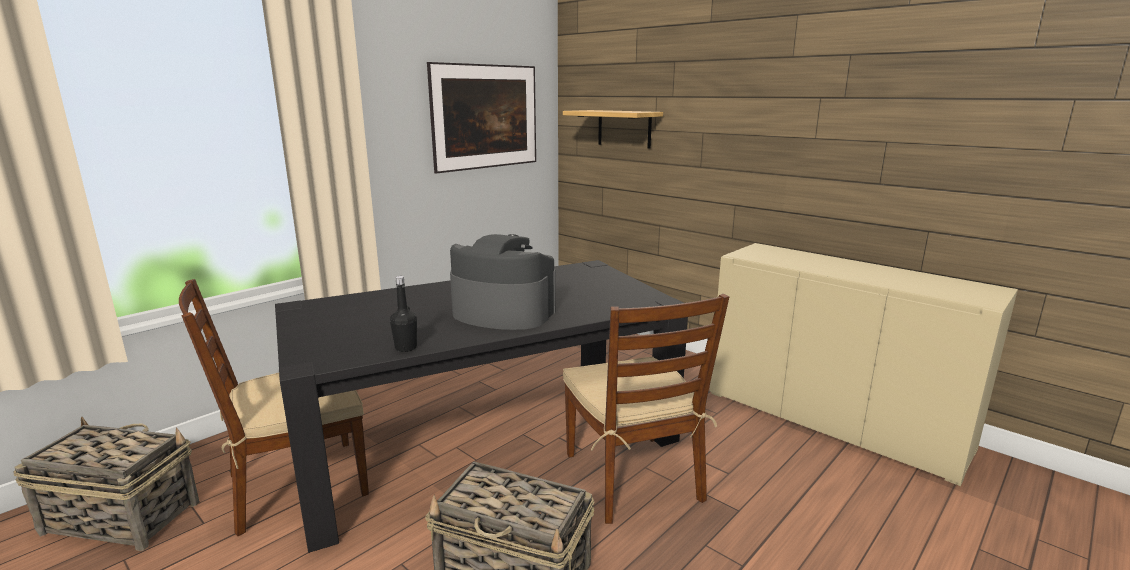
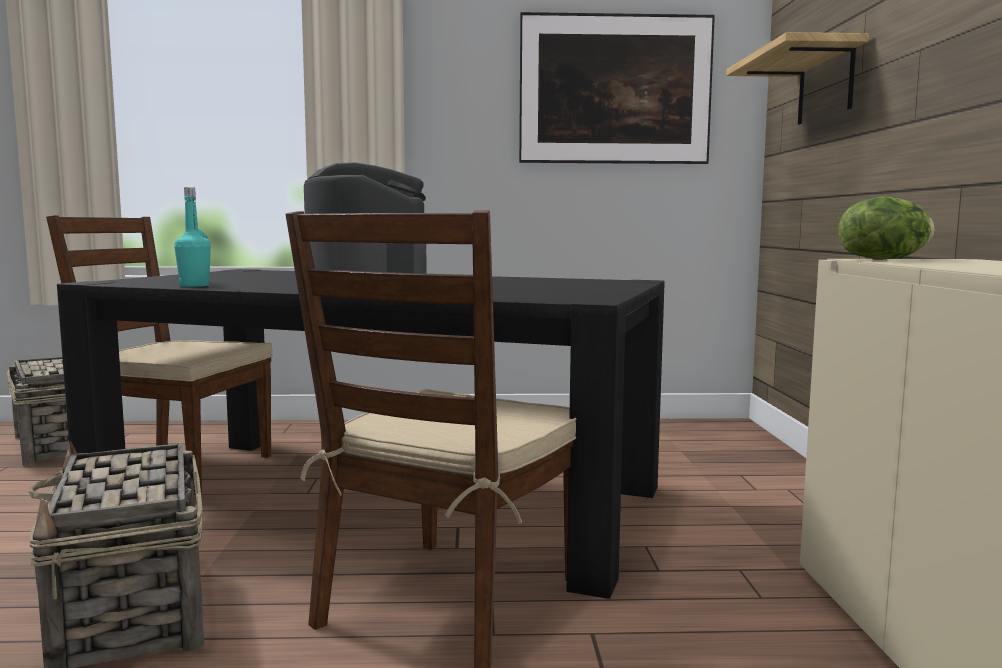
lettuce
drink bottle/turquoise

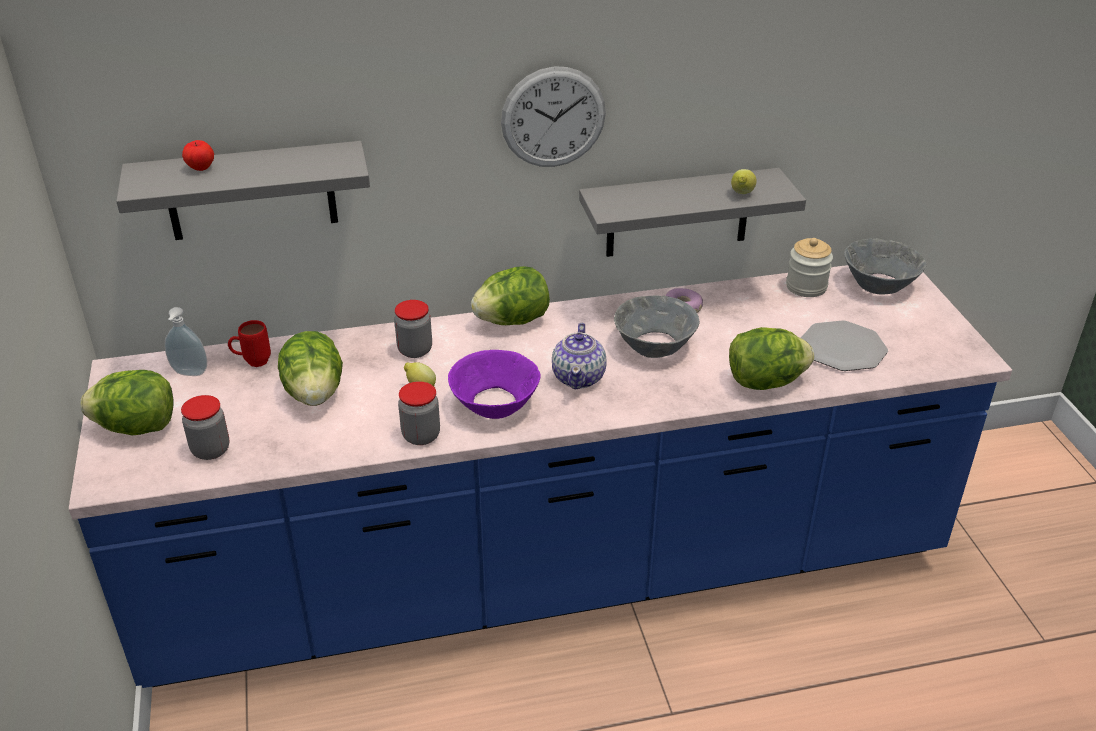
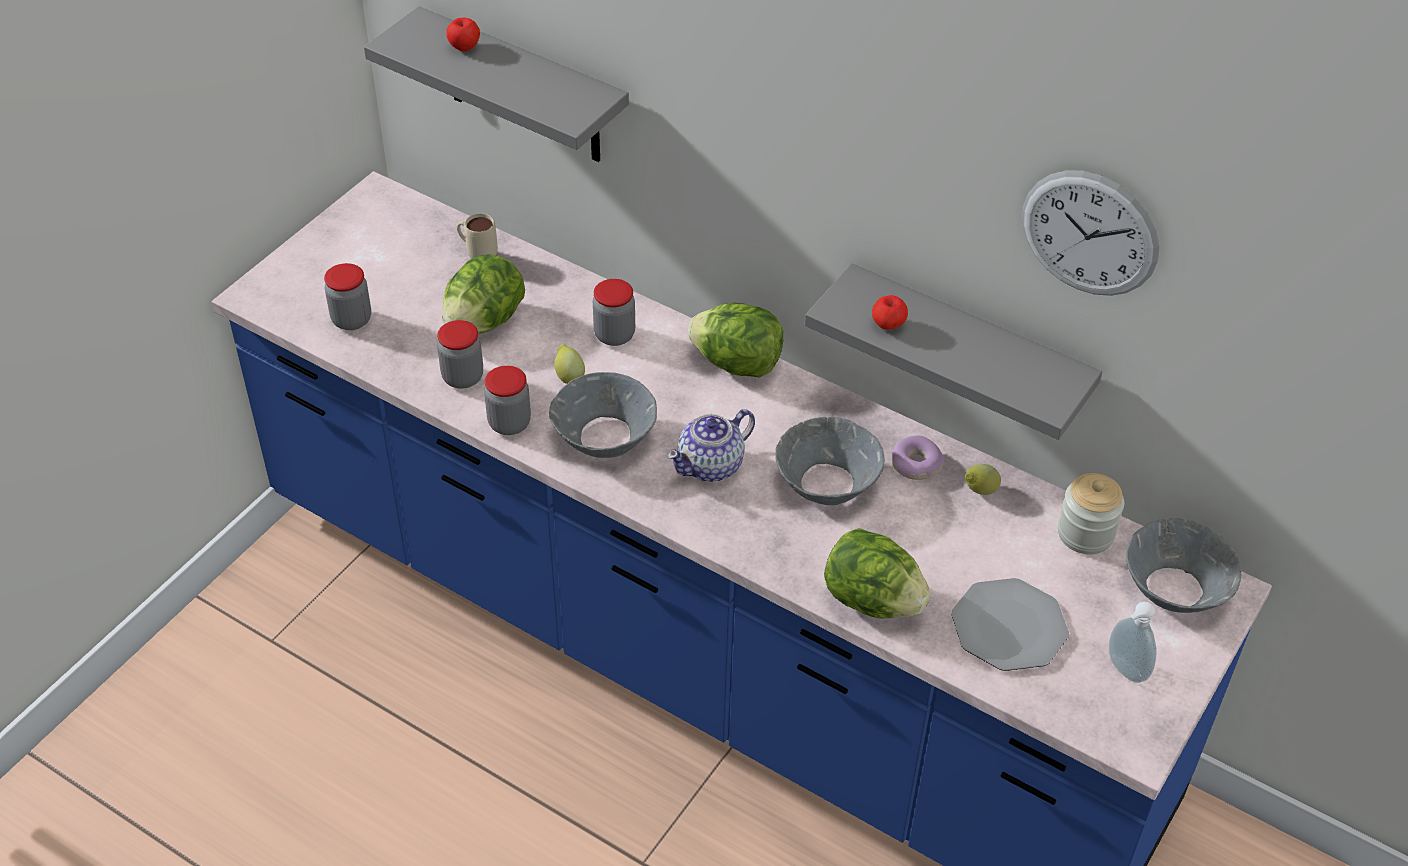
lettuce (1st from left in the first image)
preserve jar (2nd from left)
apple (2nd from left)
soap bottle
clock on the wall
citrus fruit (2nd from left)
mug/beige
serving bowl/grey (1st from left)

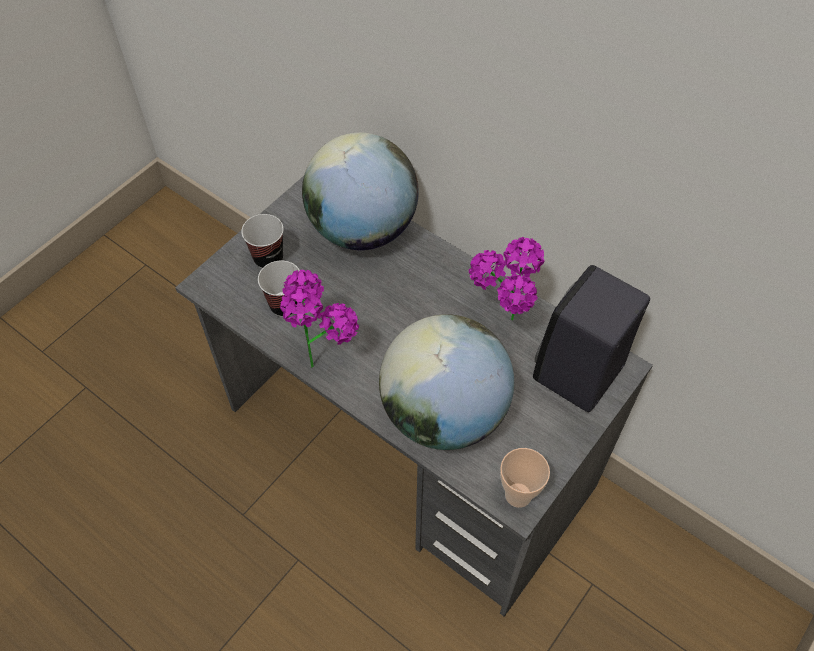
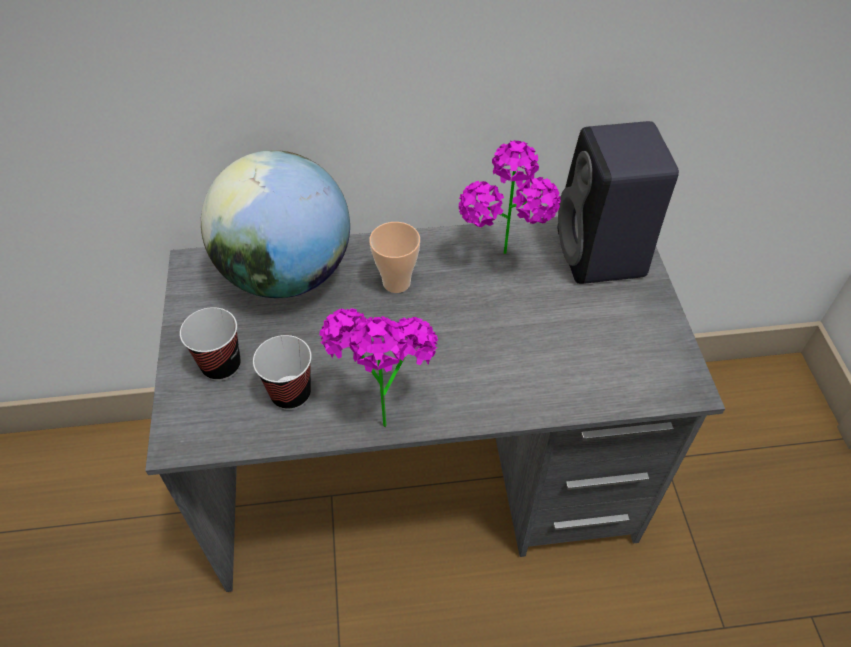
world globe (2nd from left in the first image)
cup (3rd from left)

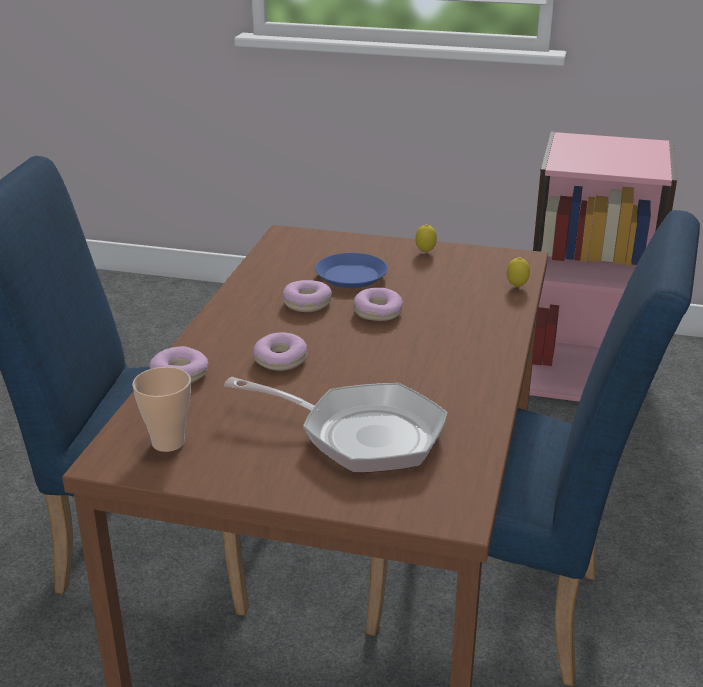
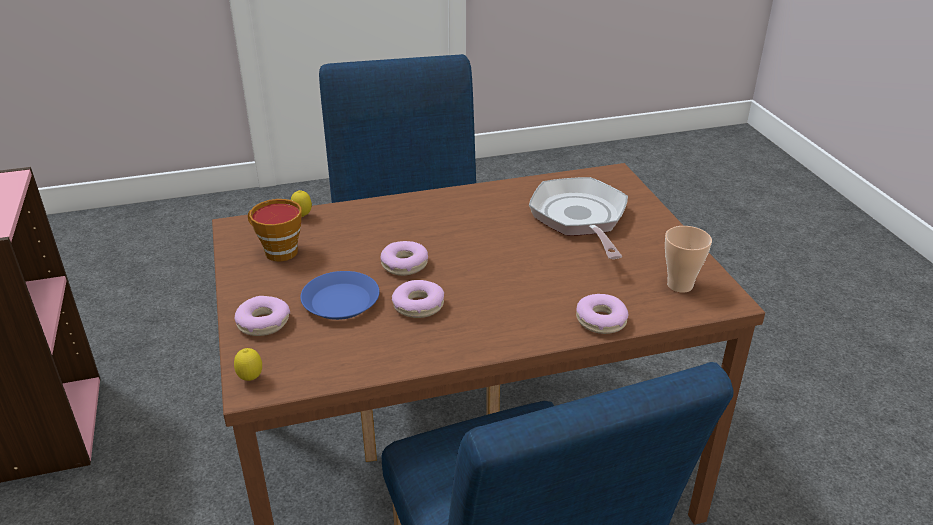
cup (1st from left)
donut (1st from left)
citrus fruit (1st from left)

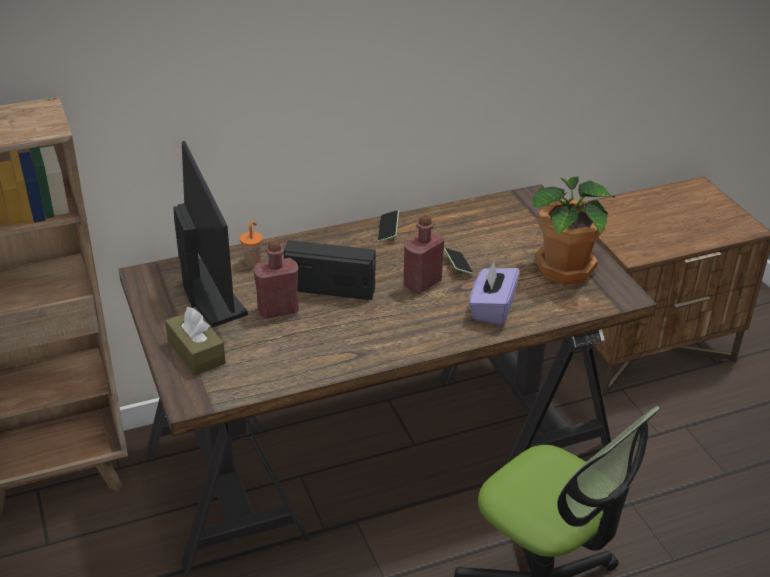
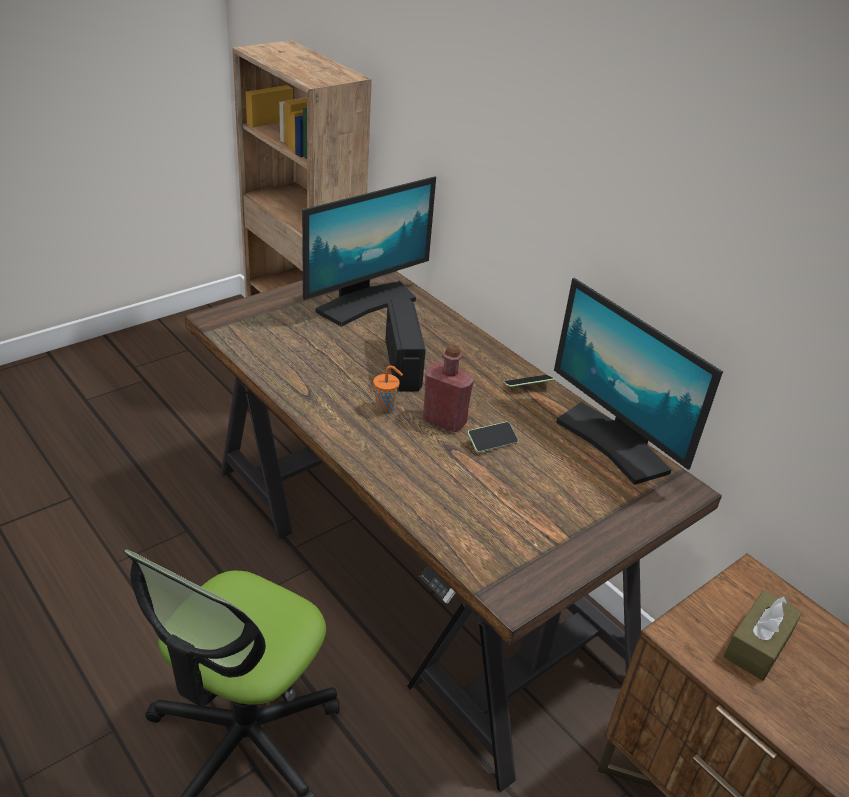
drink bottle/red-coloured (1st from left in the first image)
box of tissues/purplish
houseplant
computer display (2nd from left)
box of tissues/brown-coloured
cup/orange-coloured

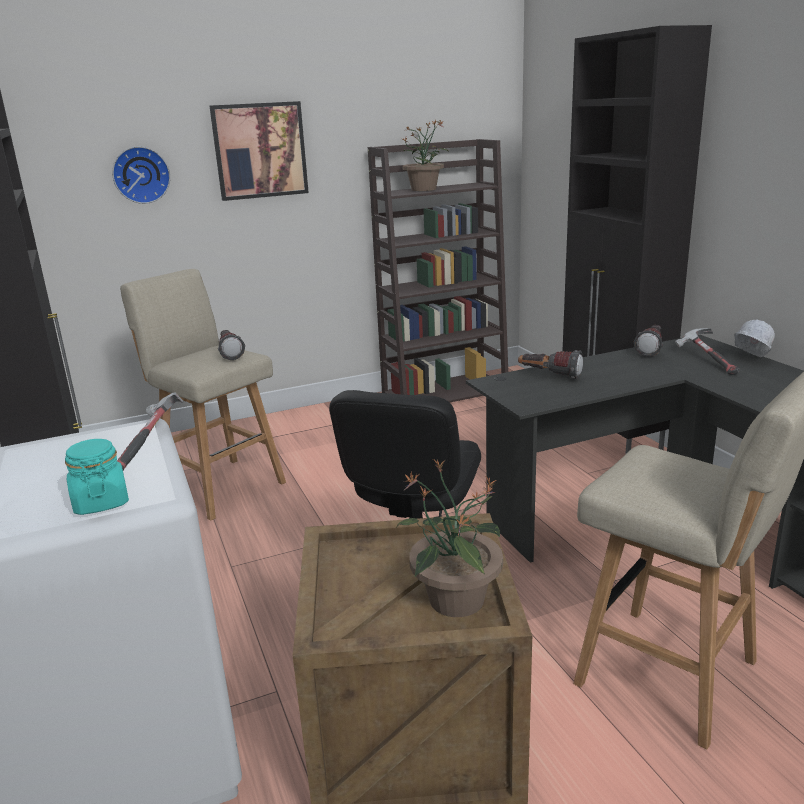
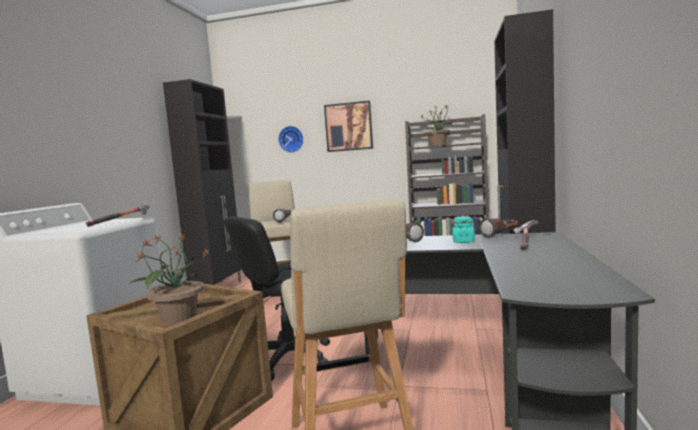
safety helmet/whitish
preserve jar/turquoise

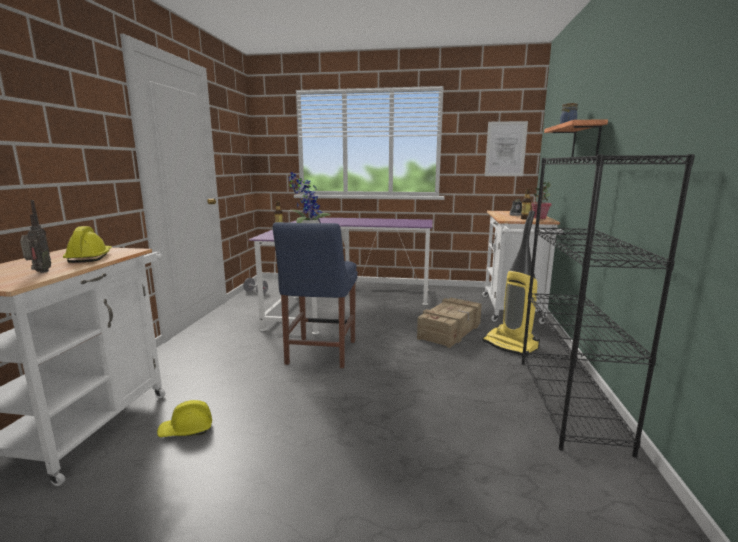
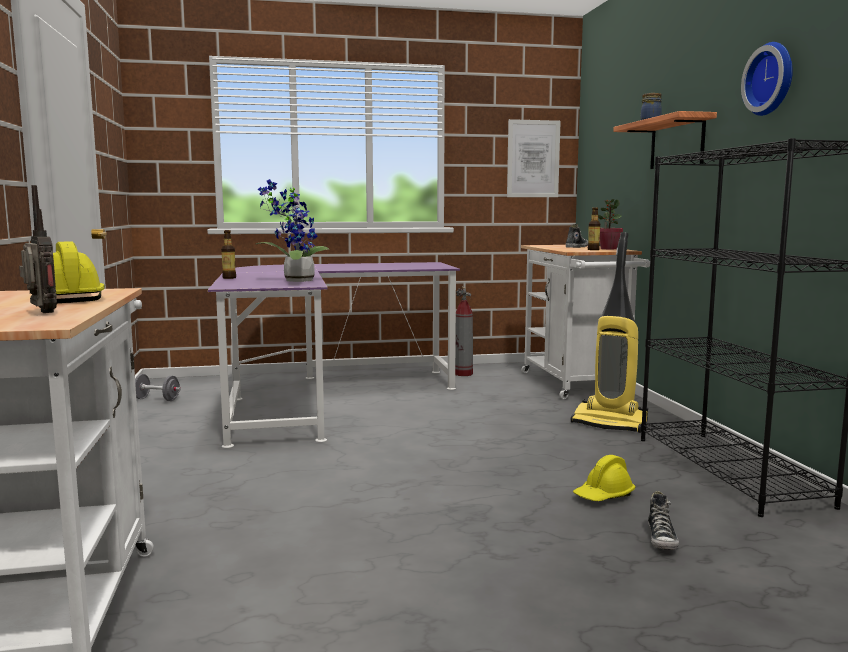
plain chair/blue-coloured
crate
extinguisher
low shoe (2nd from left)
clock on the wall
safety helmet/yellowish (2nd from left)

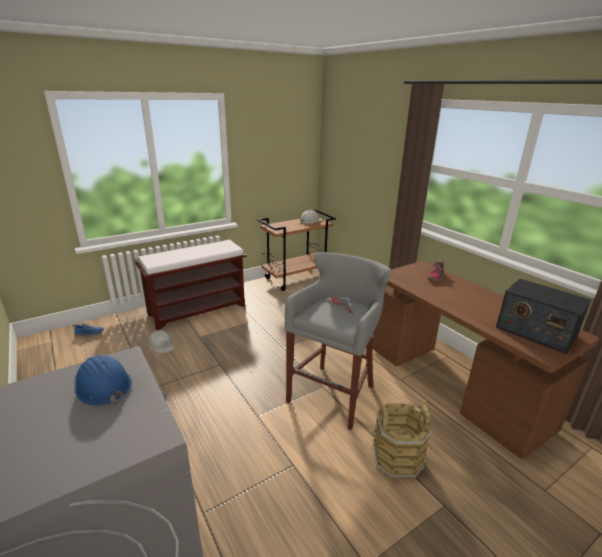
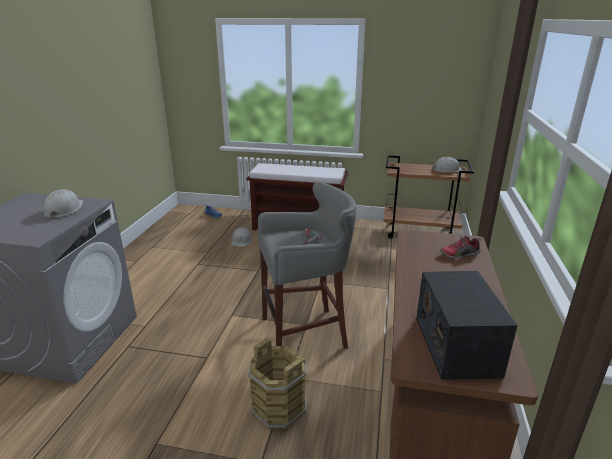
safety helmet/whitish (1st from left)

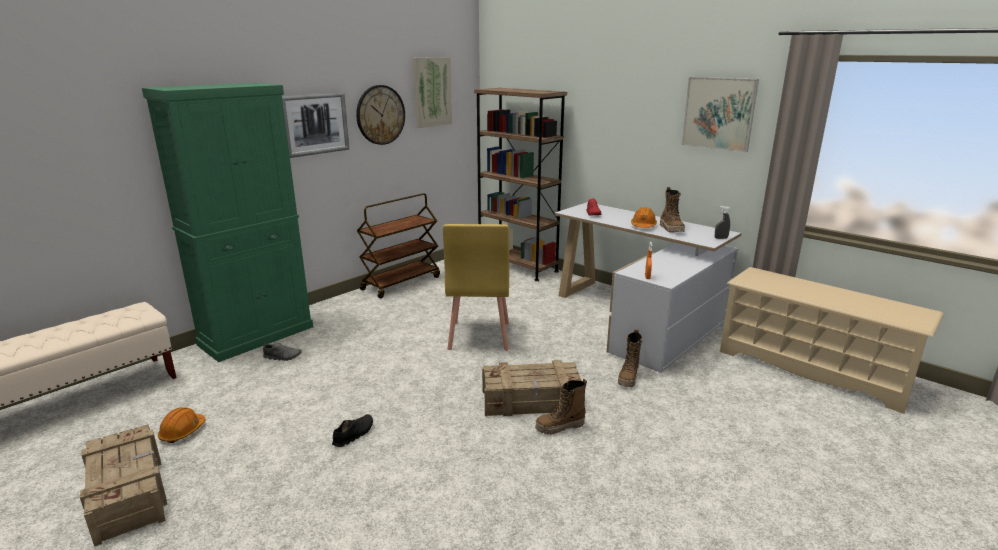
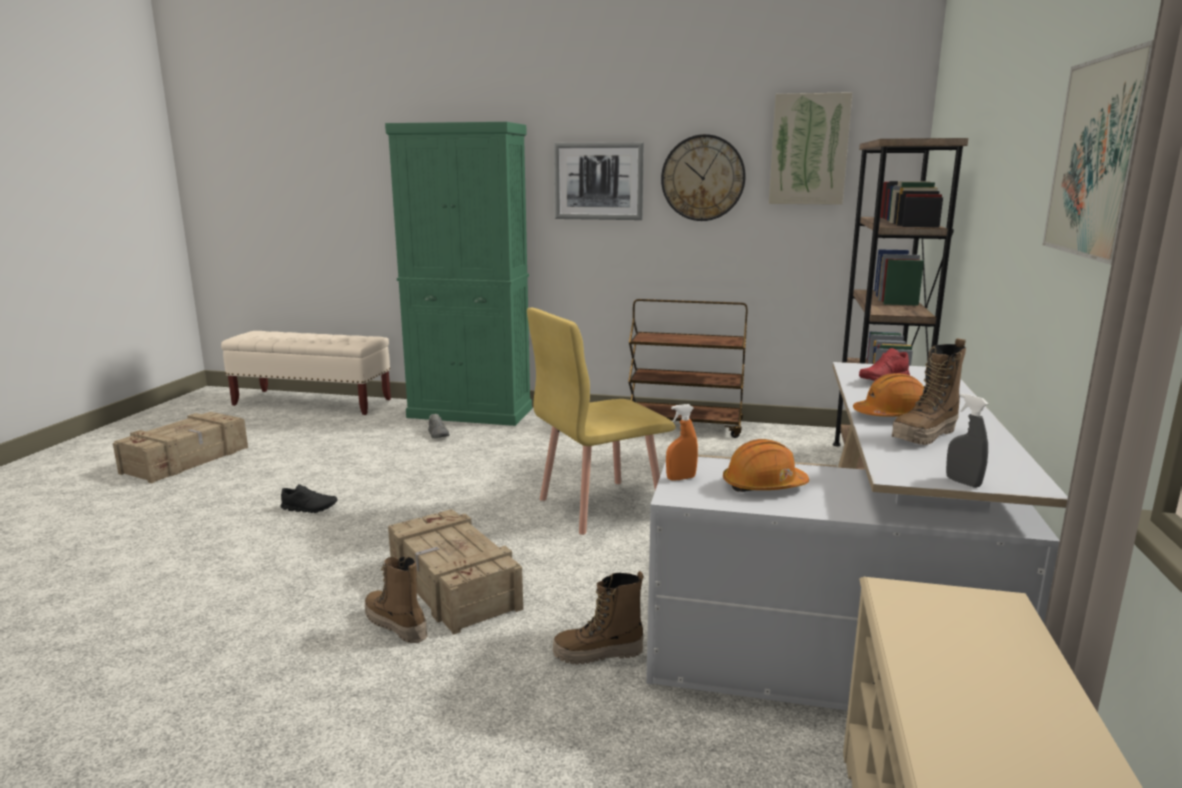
safety helmet/orange-coloured (1st from left)

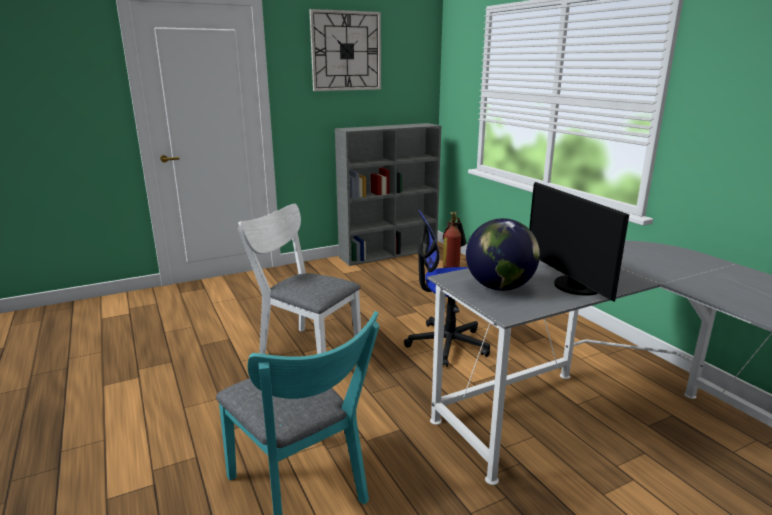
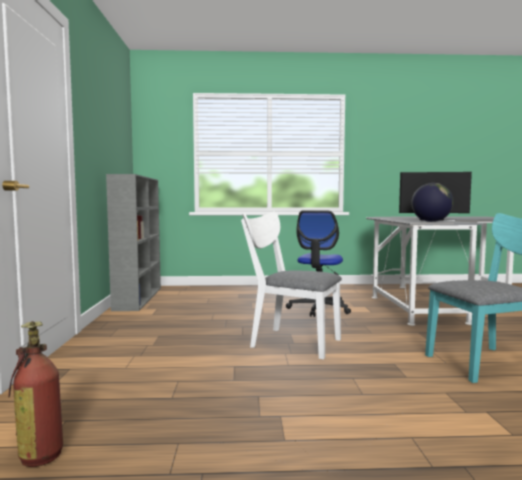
clock on the wall
extinguisher
plain chair/whitish

